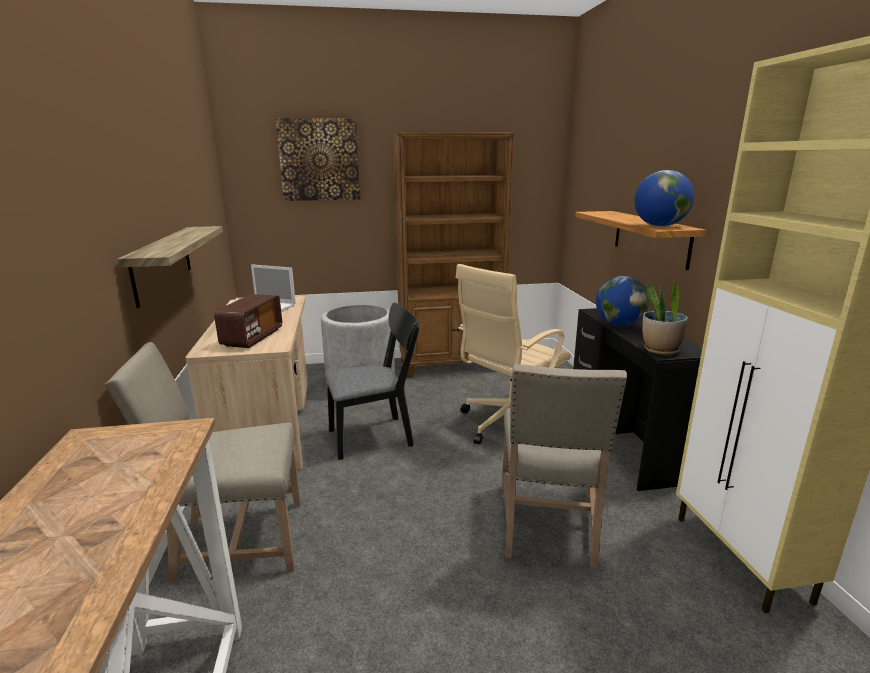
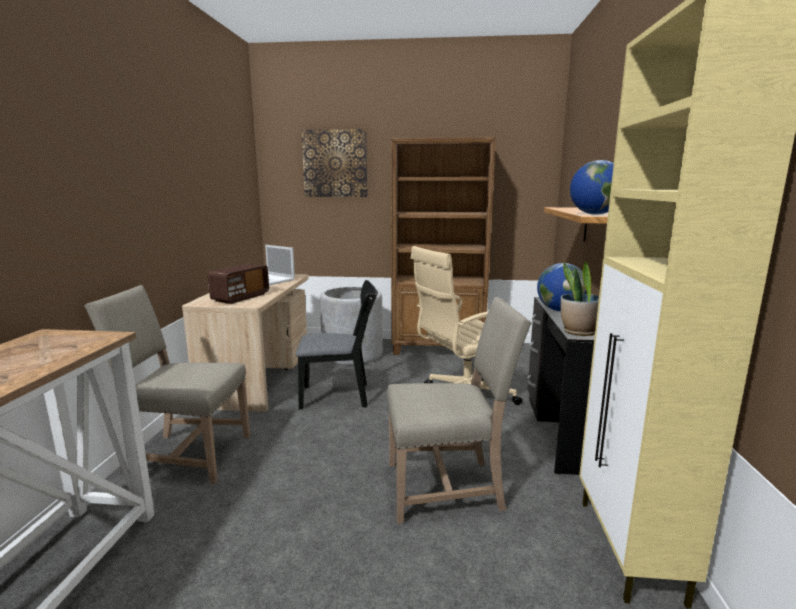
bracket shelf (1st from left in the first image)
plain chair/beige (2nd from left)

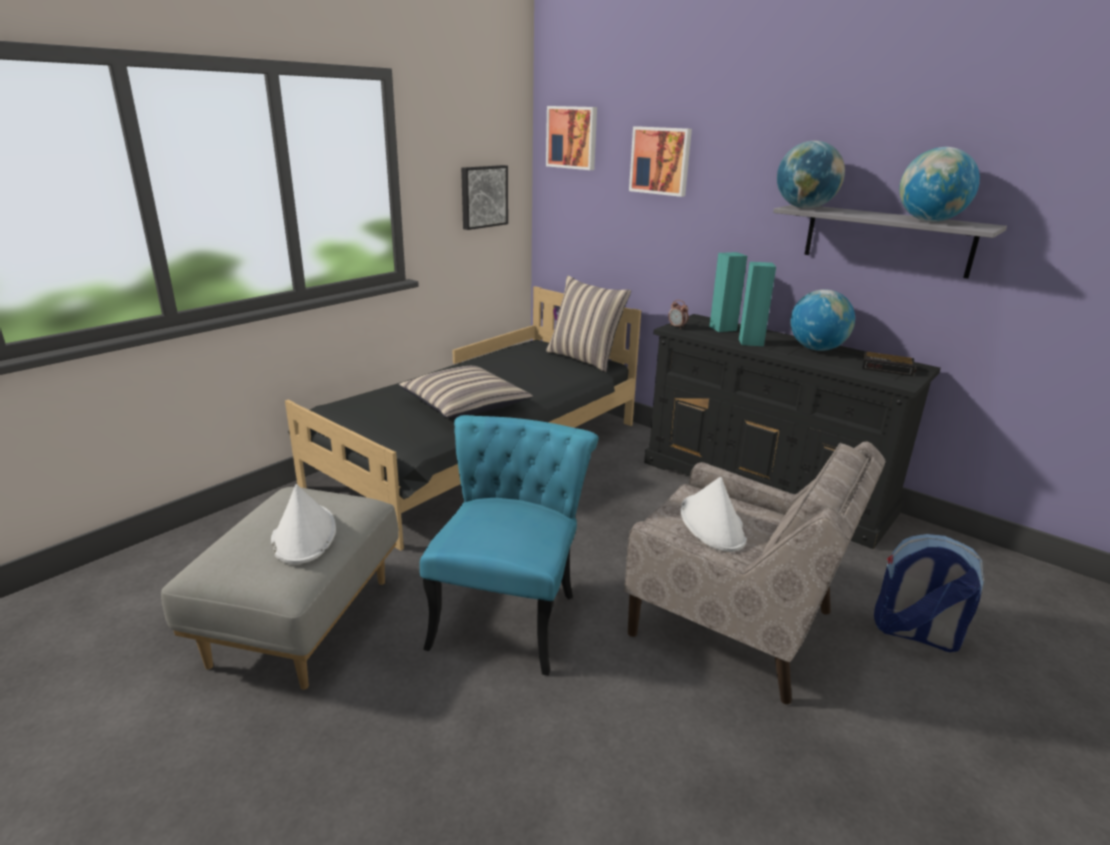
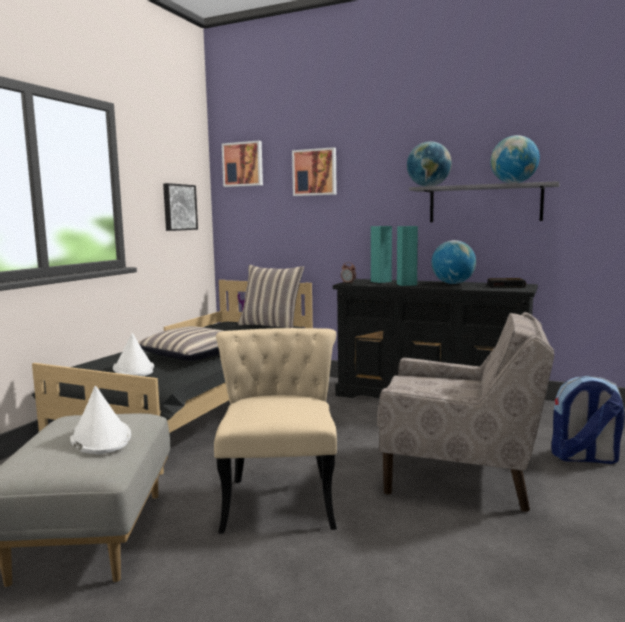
hat/whitish (2nd from left)
plain chair/beige

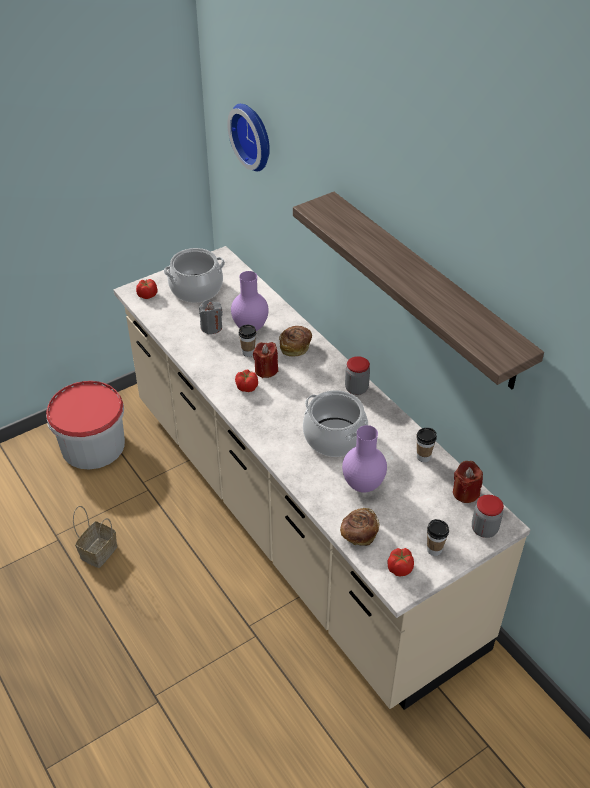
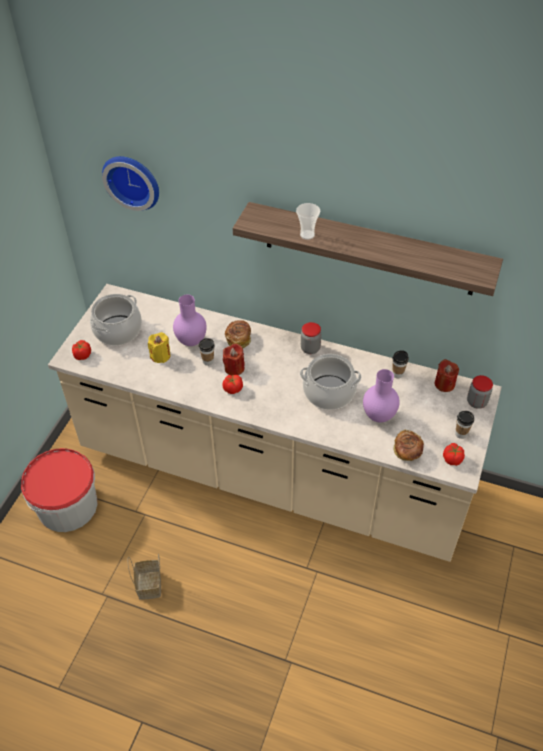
cup (2nd from left)
wax light/yellowish

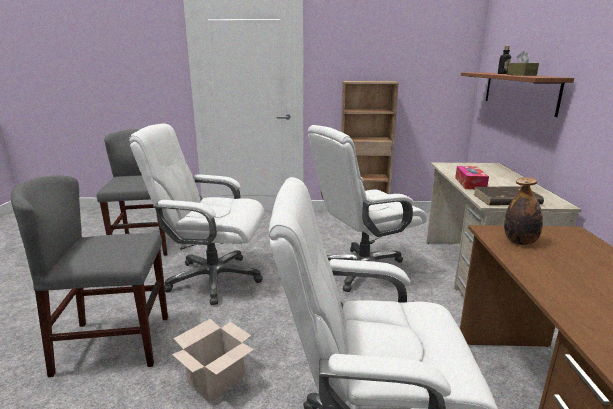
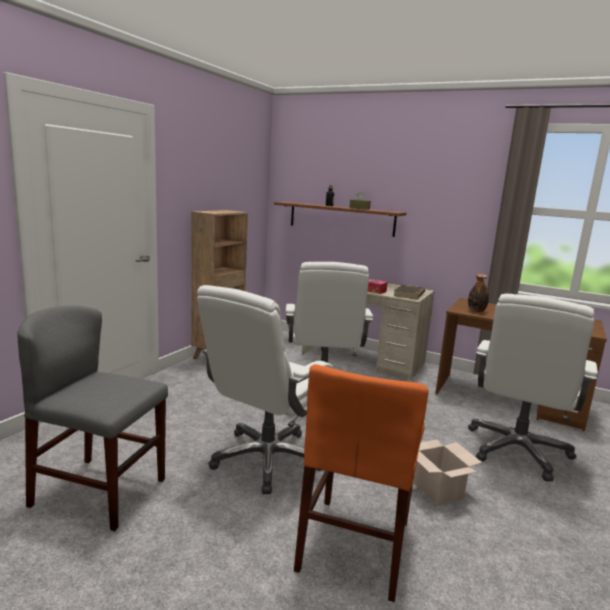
plain chair/orange-coloured

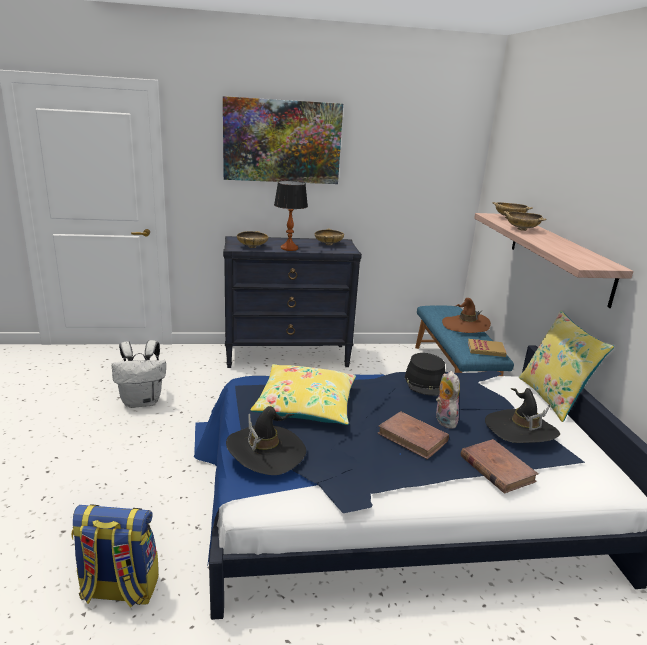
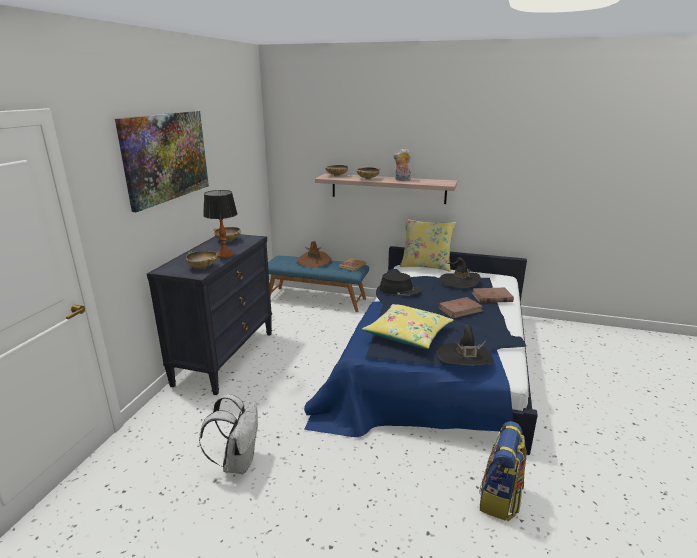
plush toy

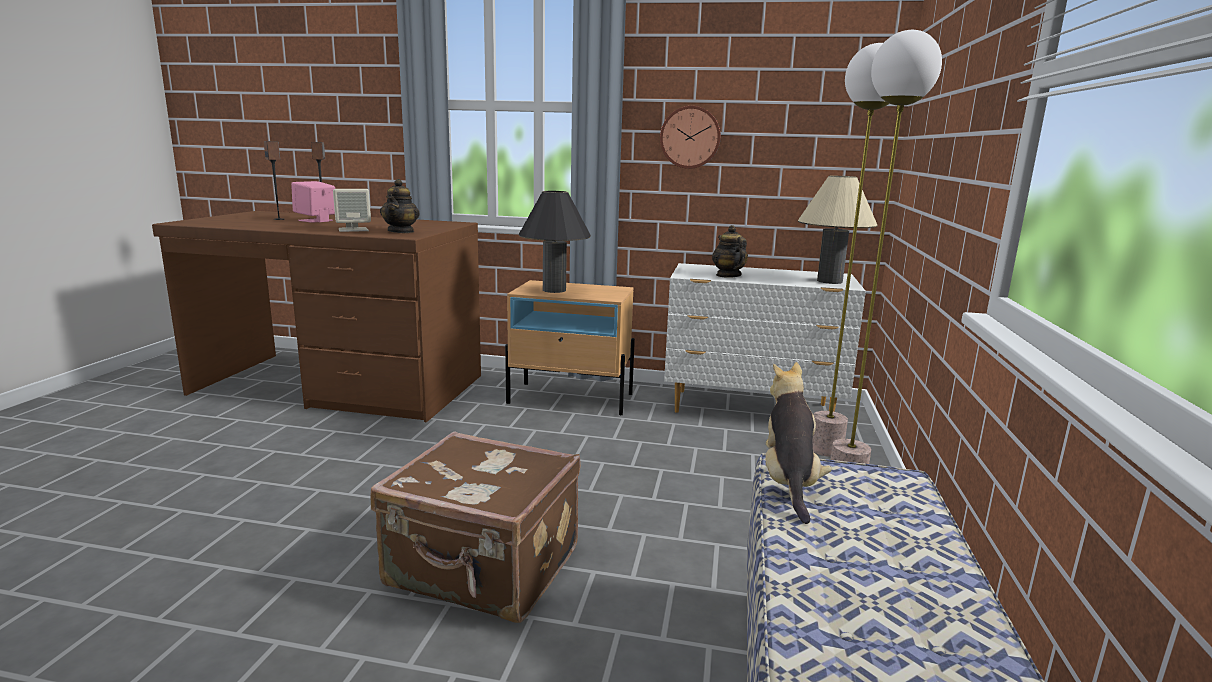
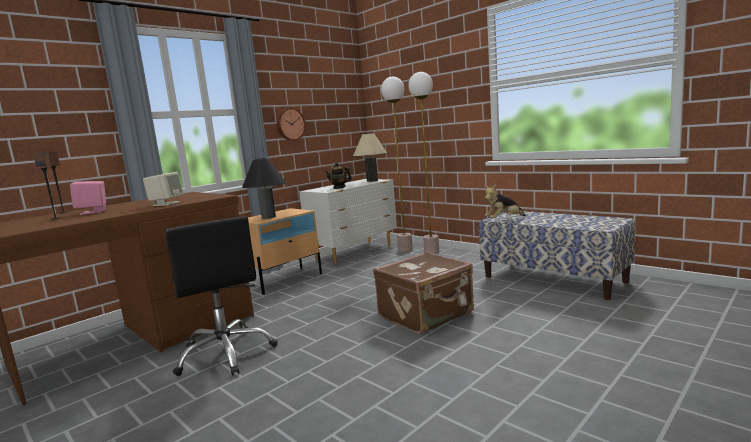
teapot (1st from left in the first image)
office chair/black-coloured
plush toy

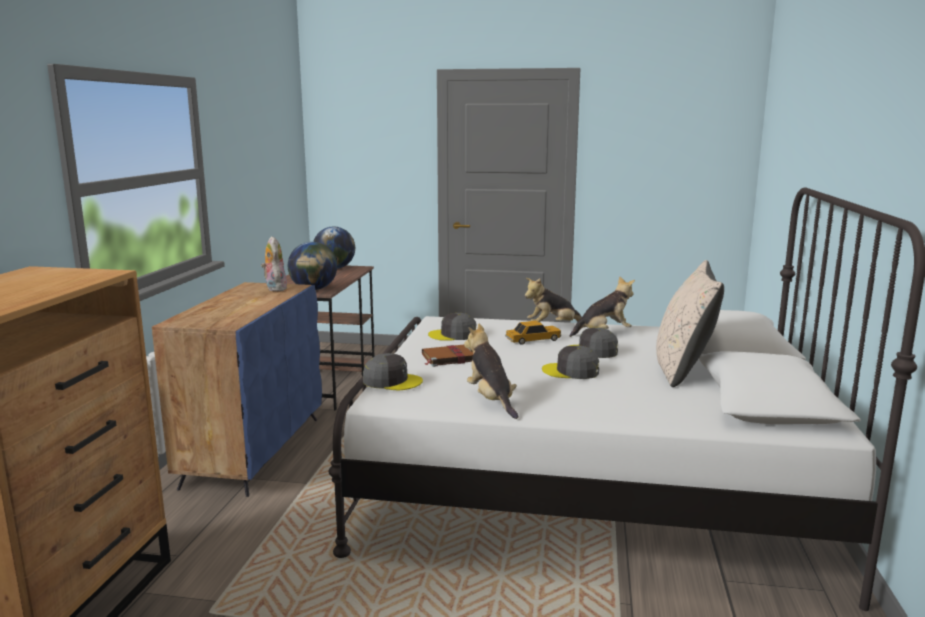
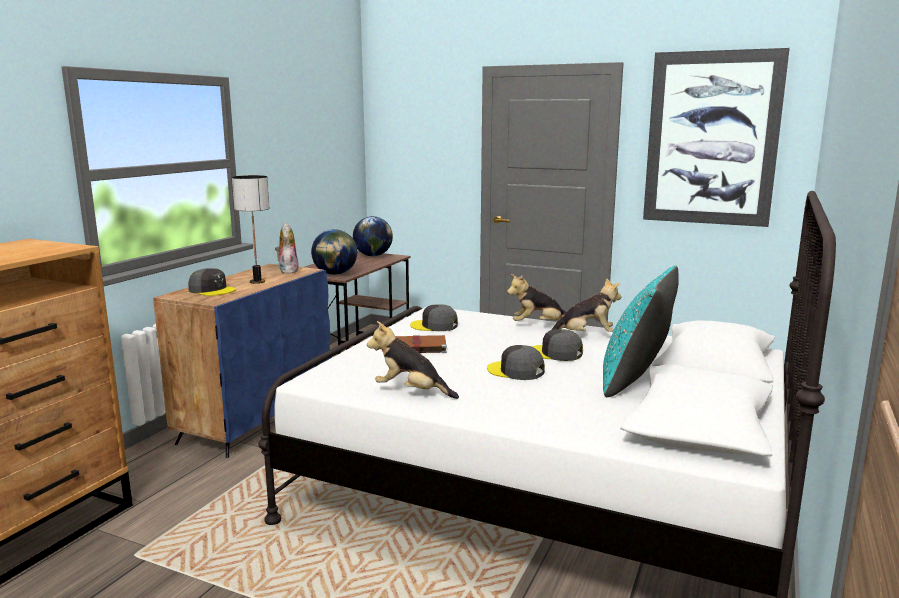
toy car
tabletop lamp
wall art
baseball cap/grey (1st from left)
throw pillow/turquoise
plush toy (2nd from left)

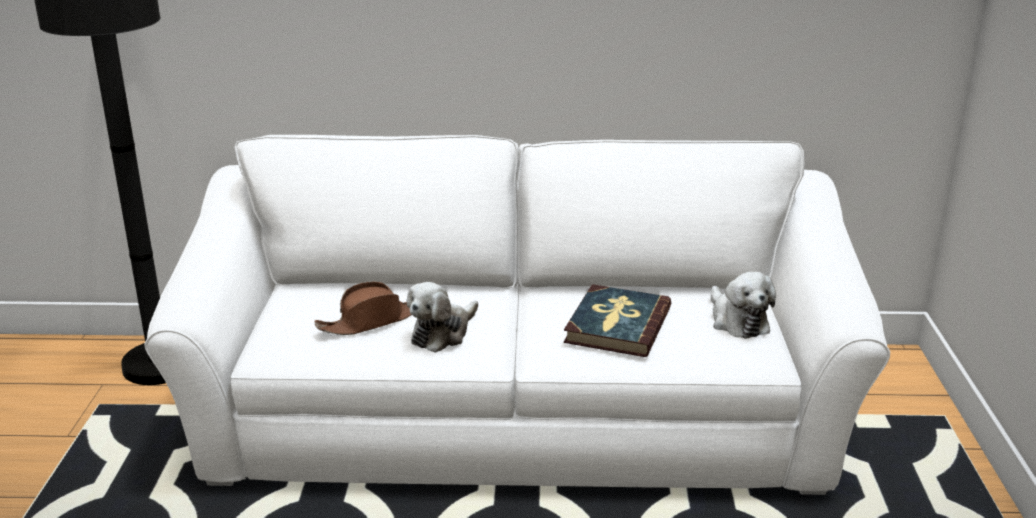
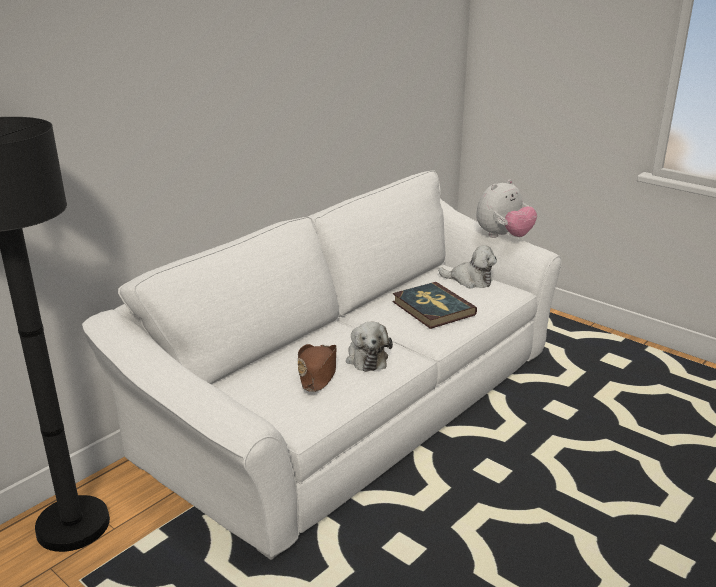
plush toy (3rd from left)

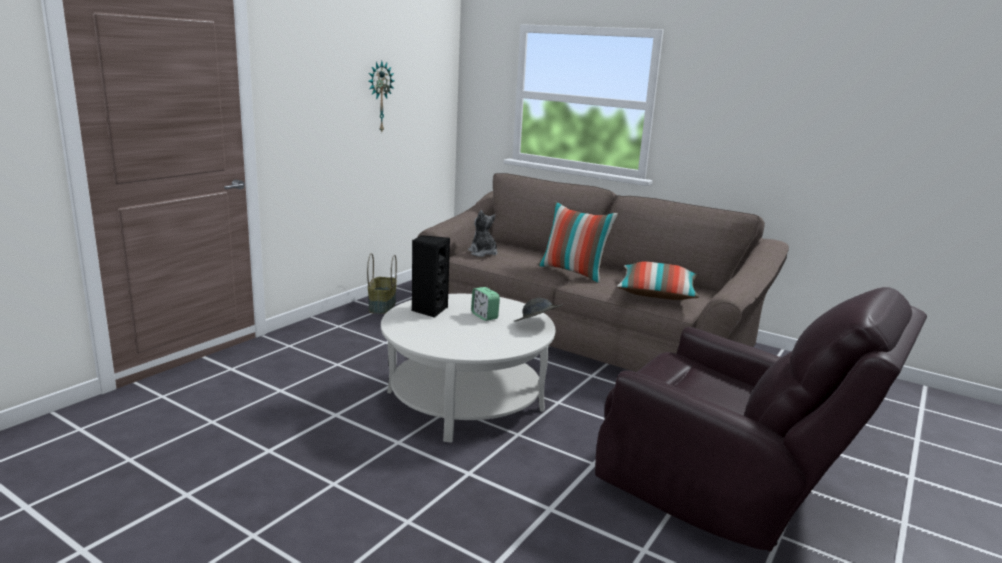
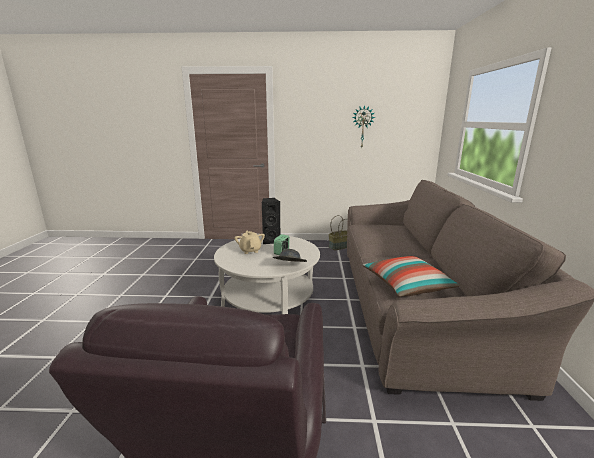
plush toy
throw pillow (1st from left in the first image)
teapot/beige

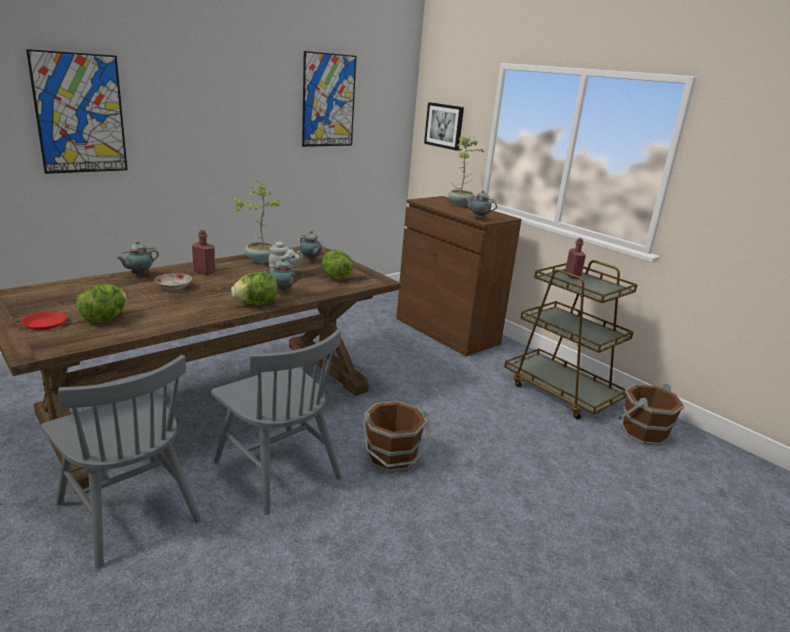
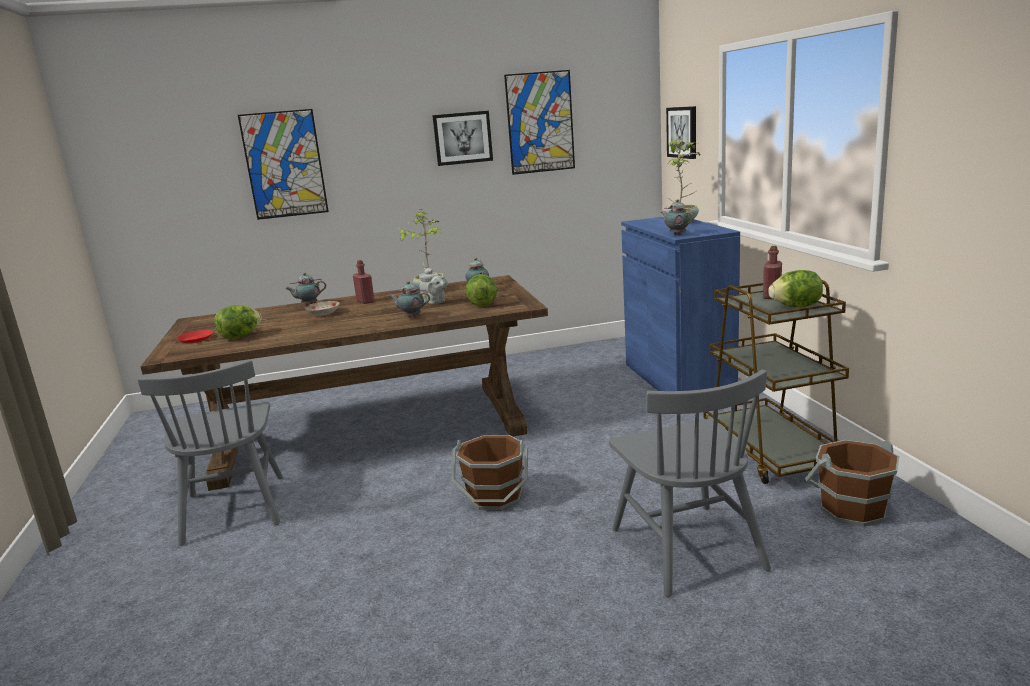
wall art (2nd from left)
plain chair/grey (2nd from left)
lettuce (3rd from left)
cupboard/blue-coloured

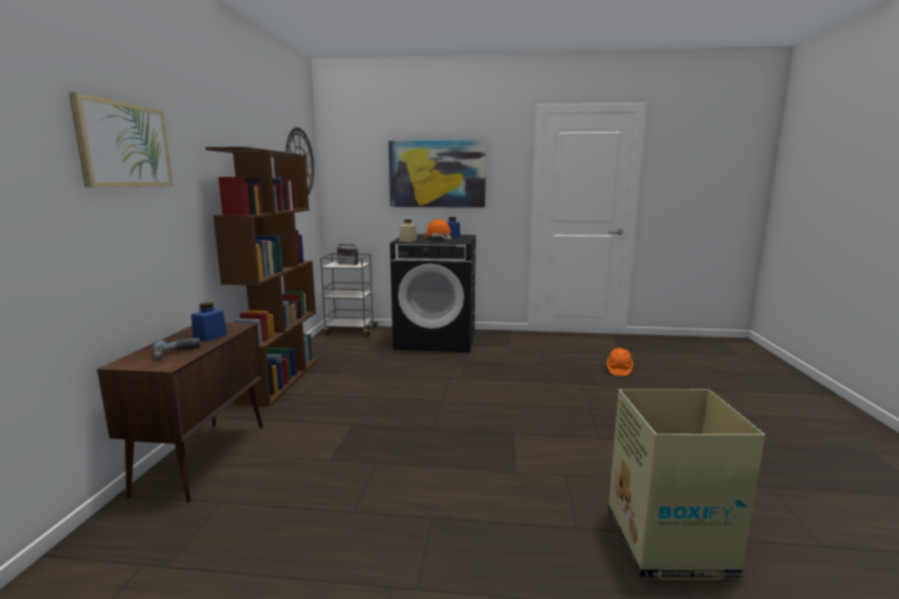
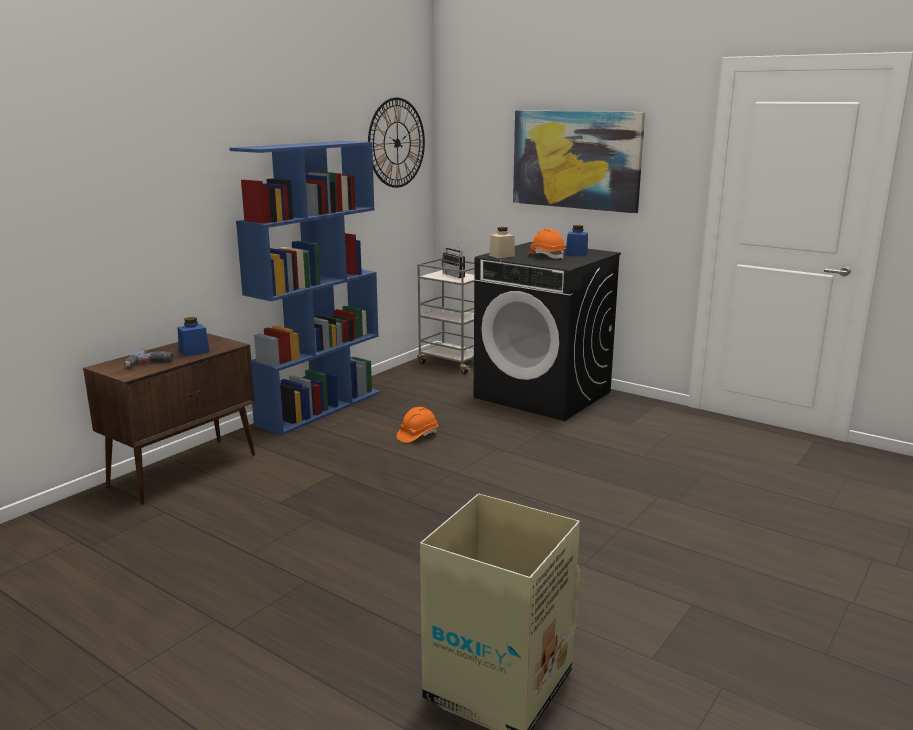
wall art (1st from left in the first image)
safety helmet/orange-coloured (1st from left)
bookcase/blue-coloured

